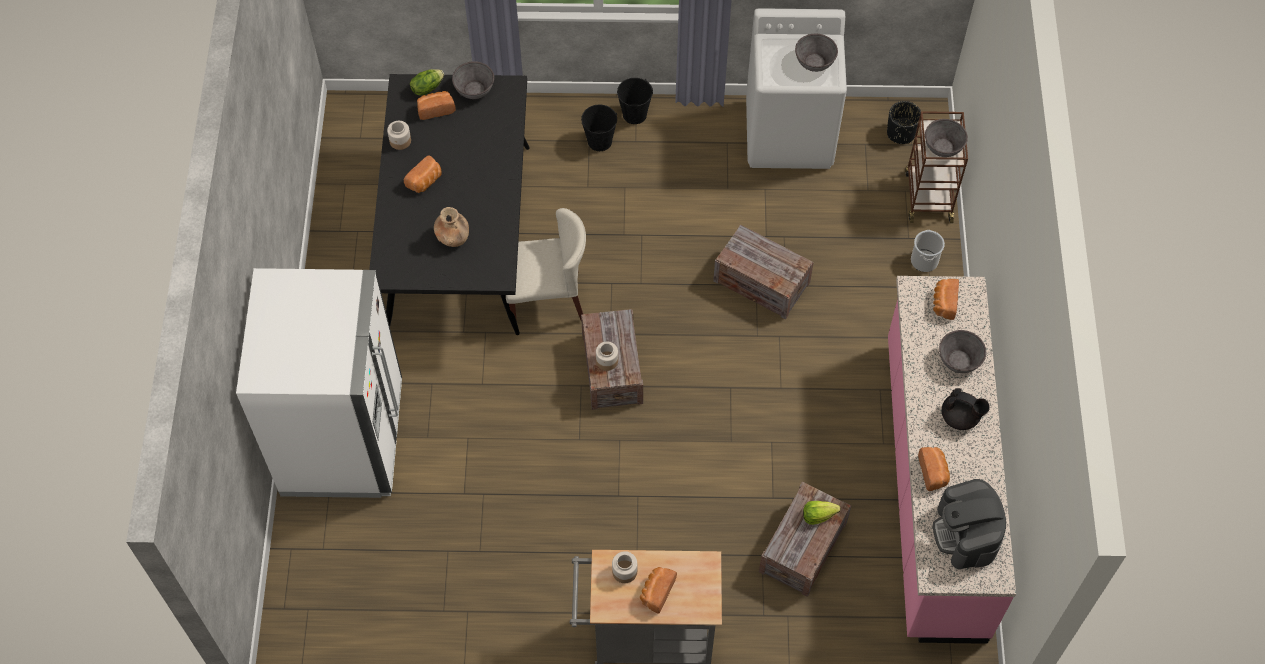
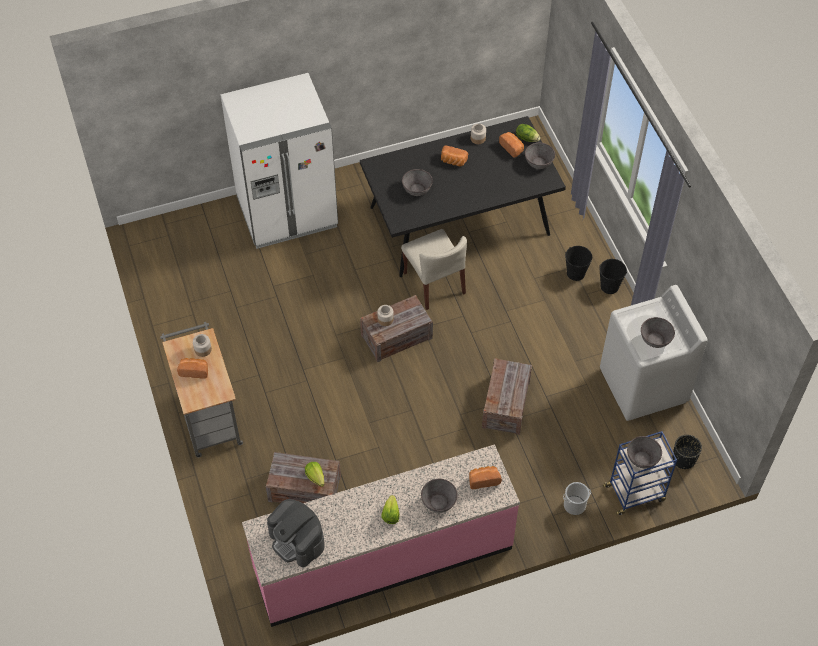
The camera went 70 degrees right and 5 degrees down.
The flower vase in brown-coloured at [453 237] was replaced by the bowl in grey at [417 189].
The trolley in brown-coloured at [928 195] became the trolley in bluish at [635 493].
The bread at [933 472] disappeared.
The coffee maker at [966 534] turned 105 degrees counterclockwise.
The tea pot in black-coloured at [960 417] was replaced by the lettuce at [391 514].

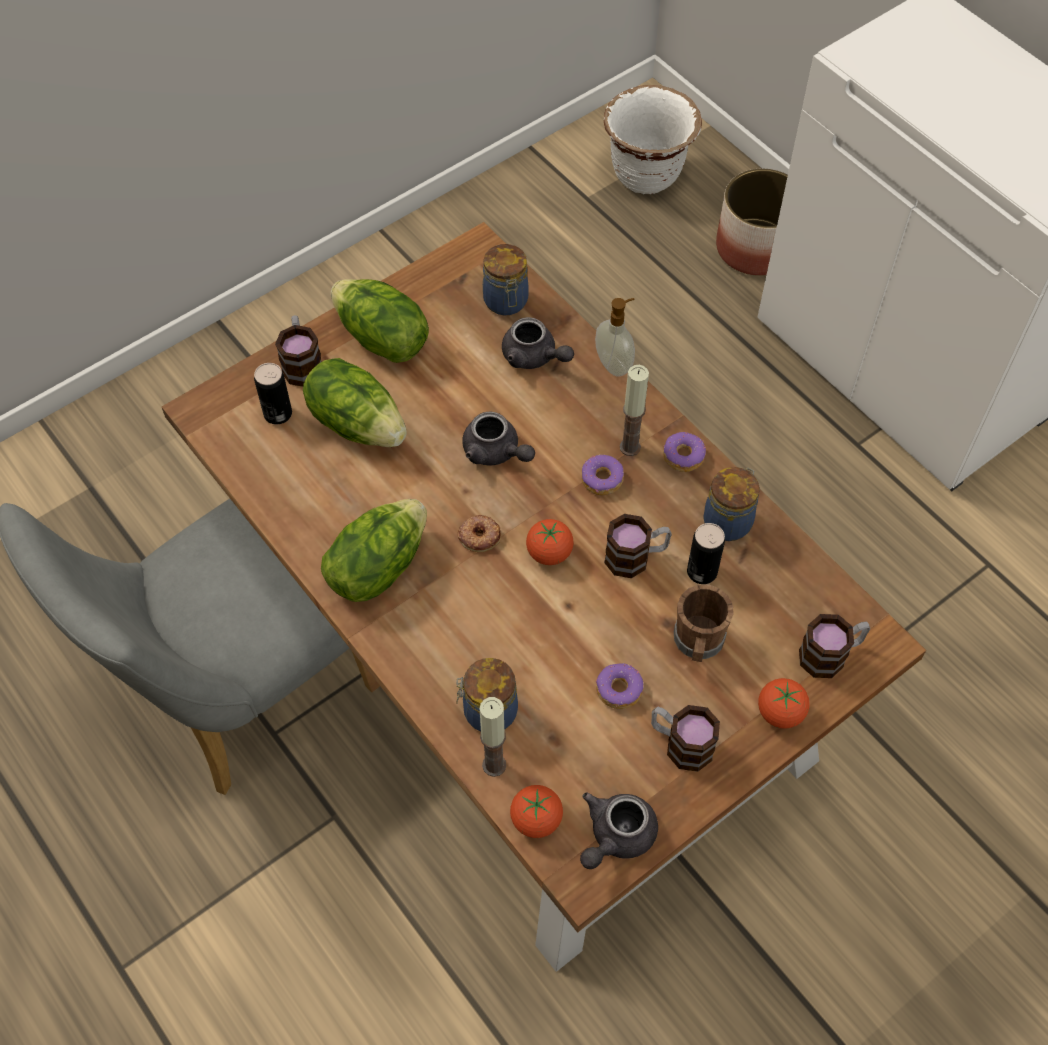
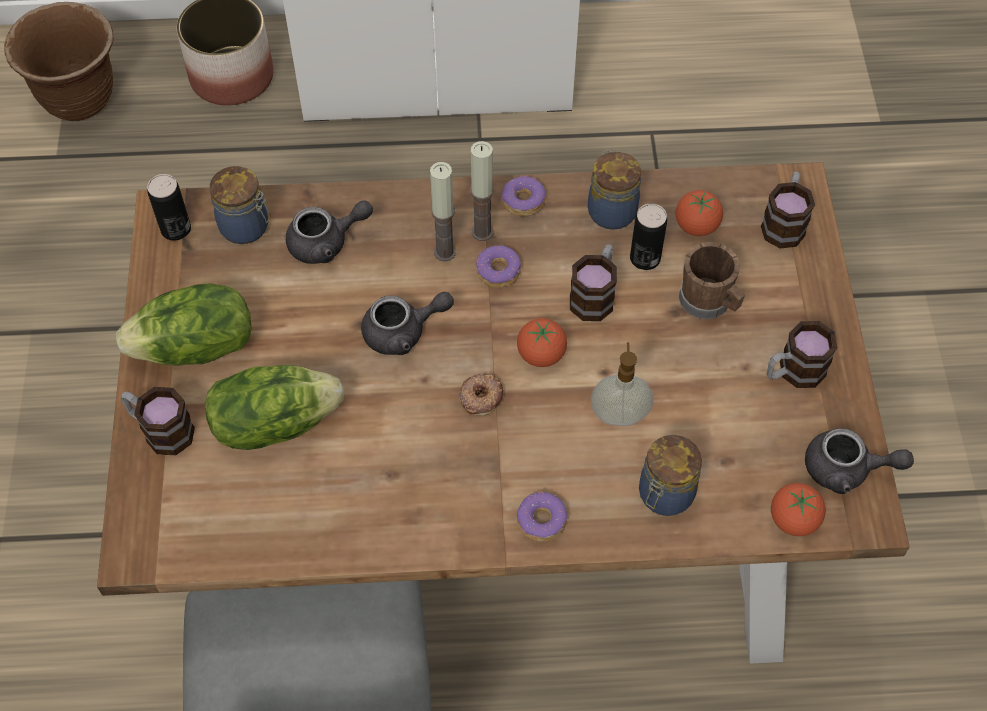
The camera went 55 degrees left and 0 degrees up.
The sealed can moved from [278 414] to [176 229].
The lettuce at [377 567] disappeared.
The wax light moved from [494 765] to [445 252].
The tea pot in grey at [615 836] turned 60 degrees counterclockwise.
The soap bottle moved from [614 364] to [619 415].
The doughnut moved from [618 689] to [541 521].
The planter in white at [647 176] became the planter in brown-coloured at [79 99].
The whole tomato moved from [780 712] to [696 226].

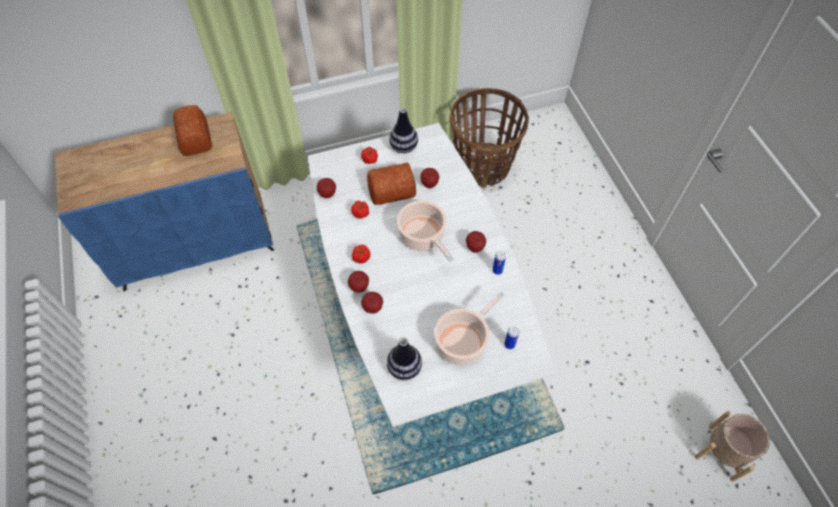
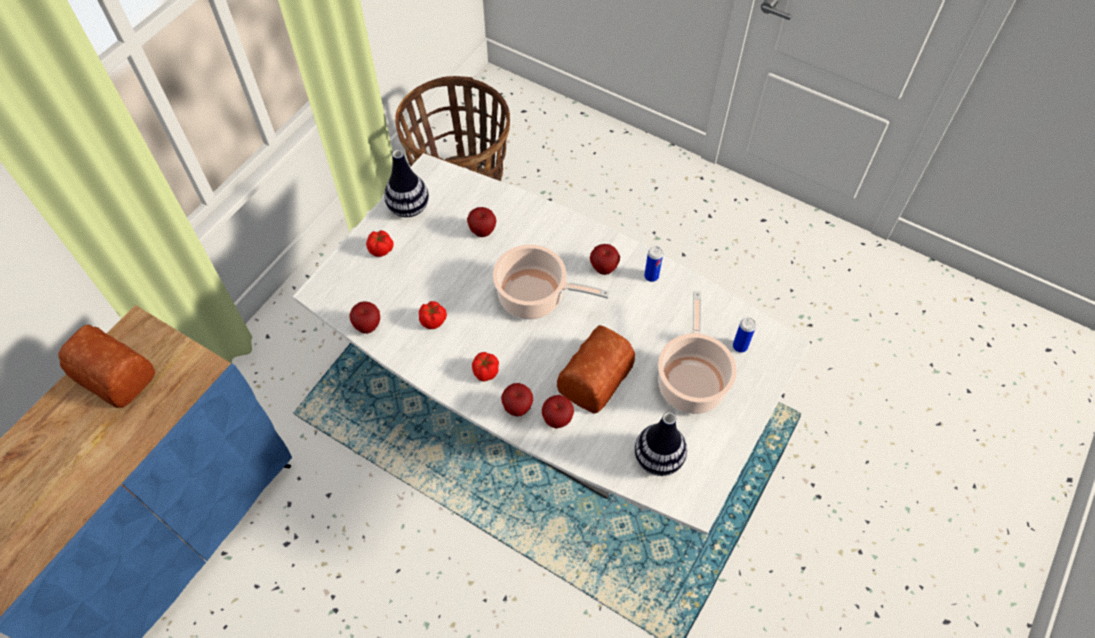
The camera went 40 degrees left and 0 degrees up.
The bread moved from [390 189] to [593 377].
The planter in beige-coloured at [721 452] disappeared.

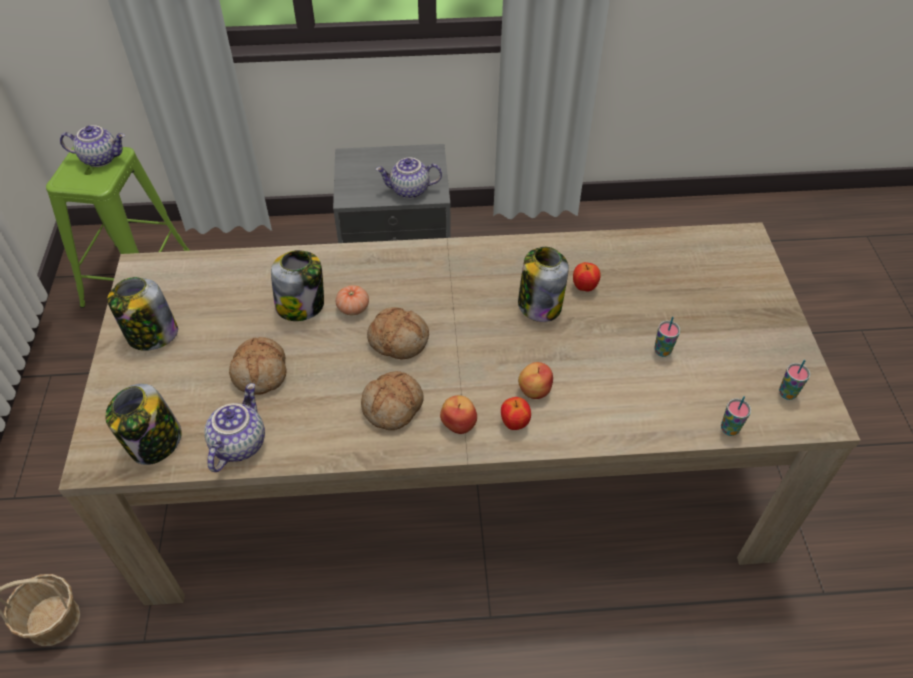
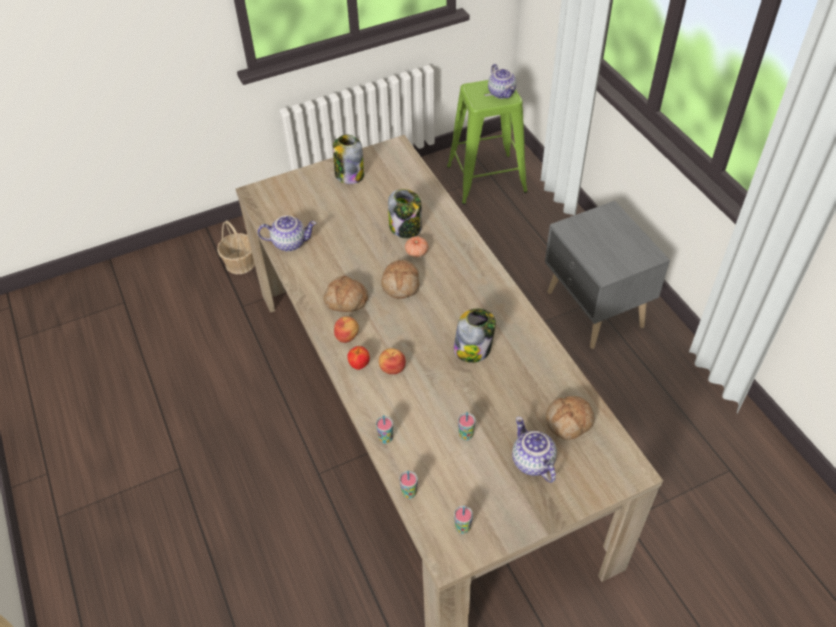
The camera went 70 degrees right and 0 degrees up.
The storage jar at [155 443] disappeared.
The bread moved from [261 372] to [569 422].
The tea pot moved from [409 191] to [531 461].
The apple fruit at [584 287] disappeared.
The drinking cup at [385 438] appeared.

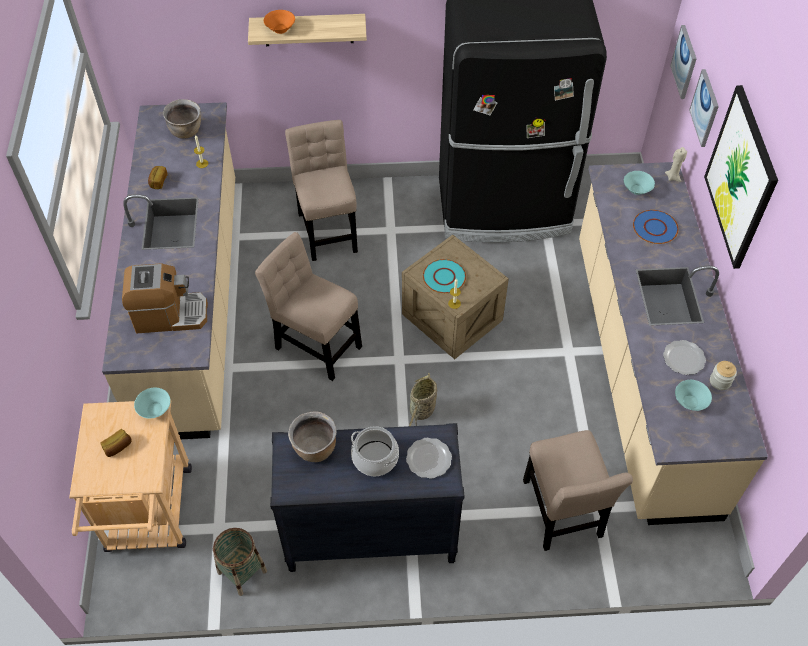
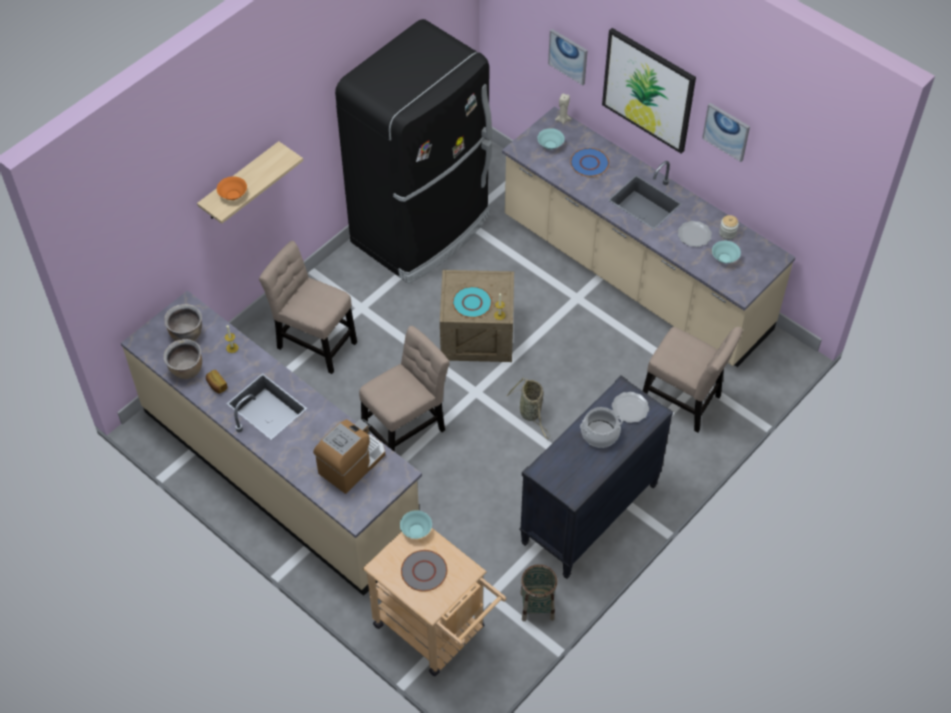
The camera went 45 degrees left and 0 degrees up.
The bread at [118 447] was replaced by the plate in grey at [423 571].
The chair in beige-coloured at [315 344] turned 150 degrees clockwise.
The cooking pot in brown-coloured moved from [315 449] to [186 370].
The wall picture moved from [684 62] to [726 131].

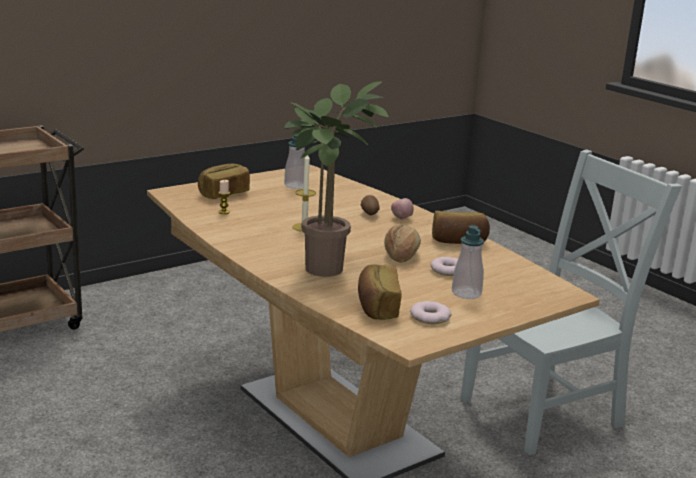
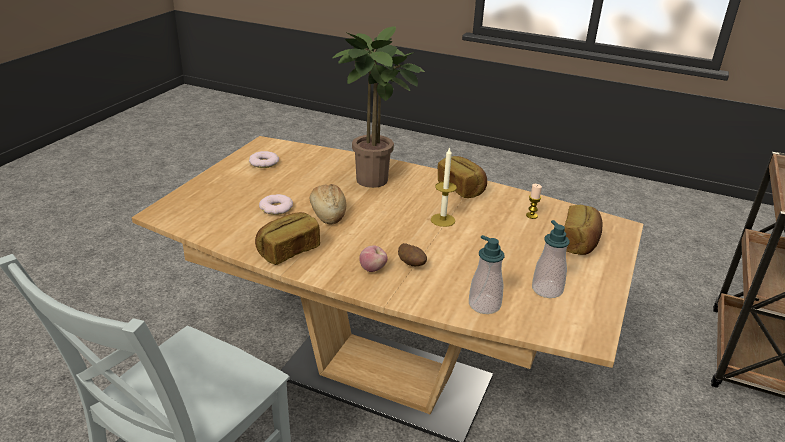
The camera went 150 degrees right and 10 degrees up.
The bread moved from [377 307] to [461 188].
The soap bottle moved from [466 293] to [484 305].

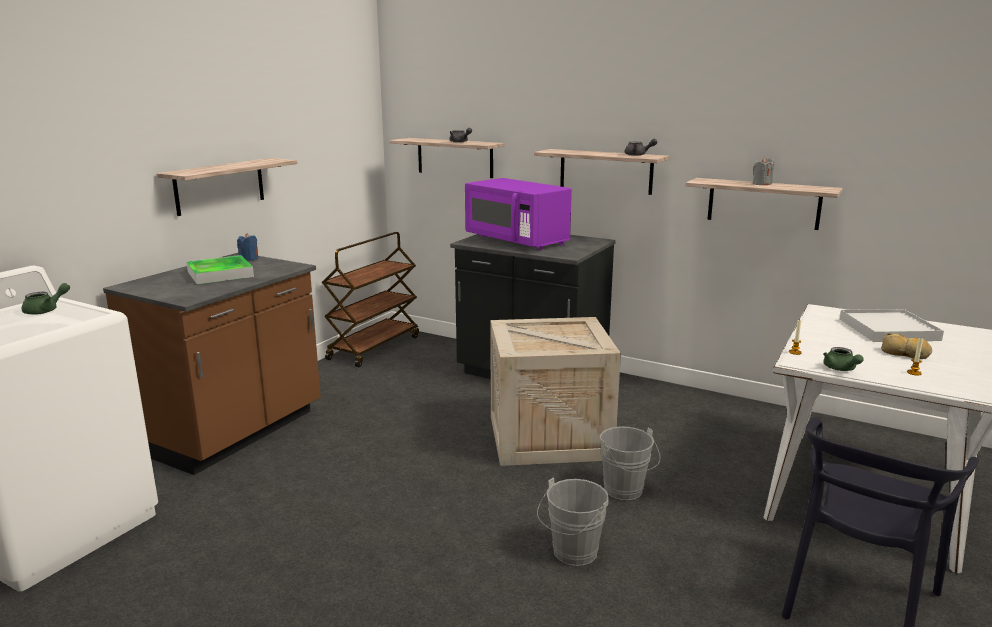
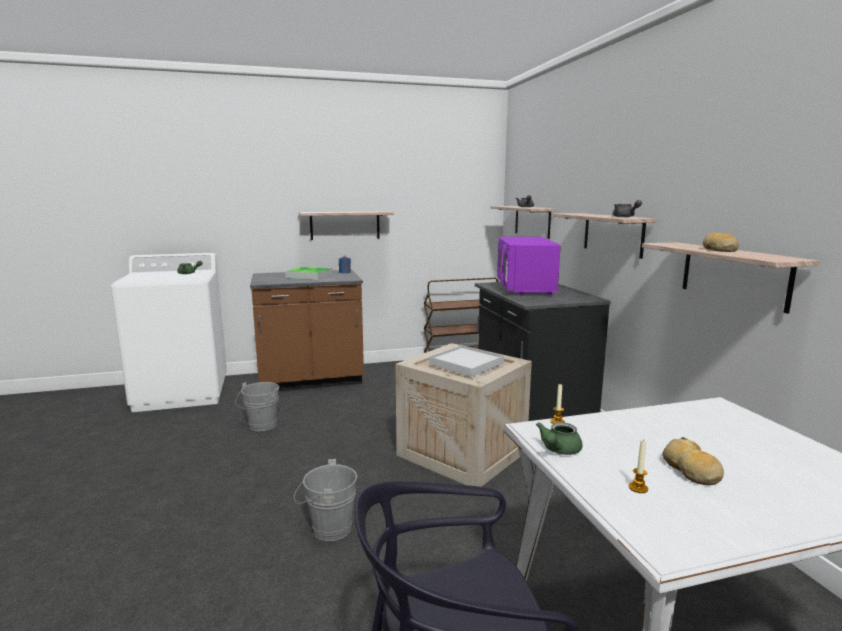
The camera went 45 degrees right and 5 degrees down.
The bucket in grey moved from [625 492] to [260 426].
The wax light in grey at [762 184] was replaced by the bread at [719 250].
The carrying tray in white moved from [888 329] to [466 364].

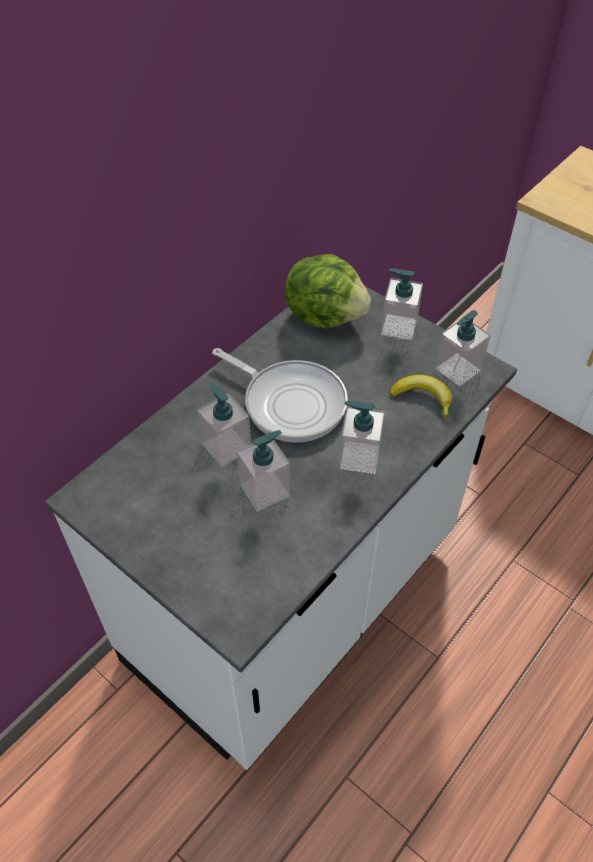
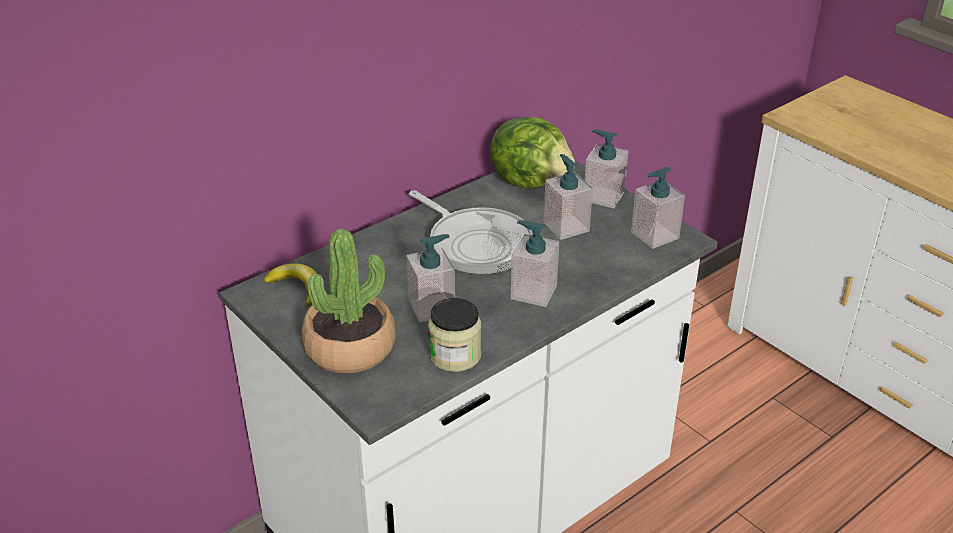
The camera went 10 degrees right and 15 degrees down.
The soap bottle moved from [226 446] to [566 227].
The banana moved from [423 398] to [297 288].
The potted plant at [350 347] appeared.
The storage jar at [455 355] appeared.

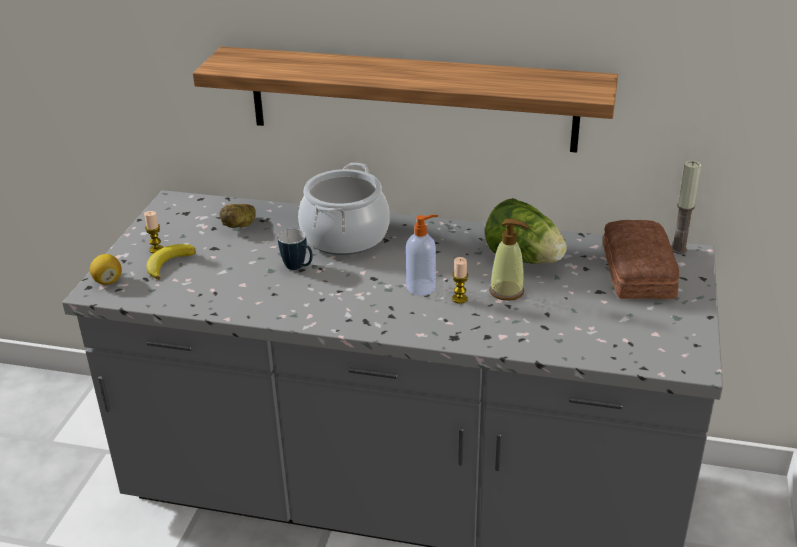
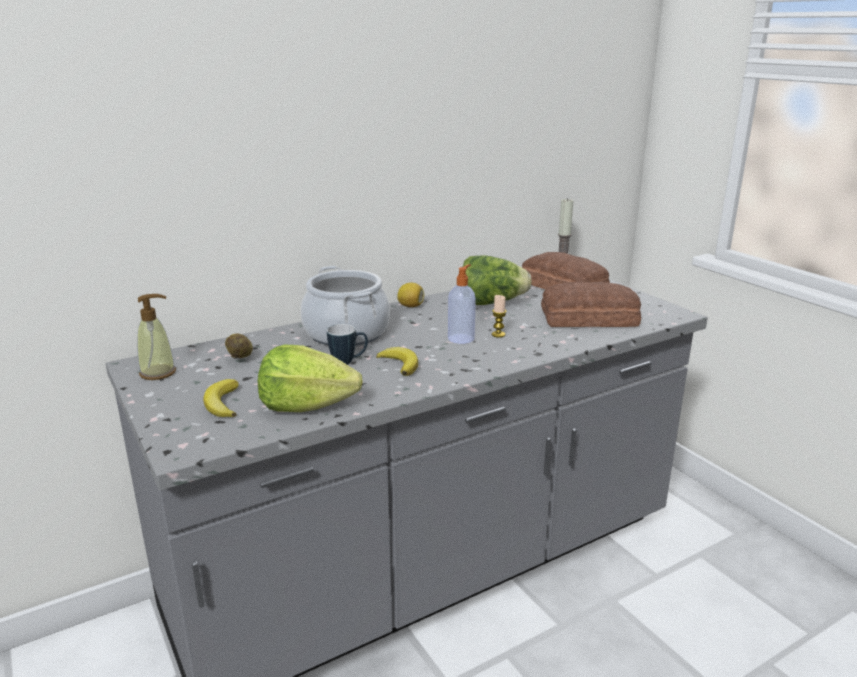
The camera went 45 degrees left and 10 degrees down.
The whole lemon moved from [108 281] to [411 306].
The wax light at [156 249] disappeared.
The bracket shelf at [411 99] disappeared.
The soap bottle moved from [507 291] to [158 373].
The lettuce at [306 406] appeared.
The banana at [400 364] appeared.
The bread at [590 319] appeared.

